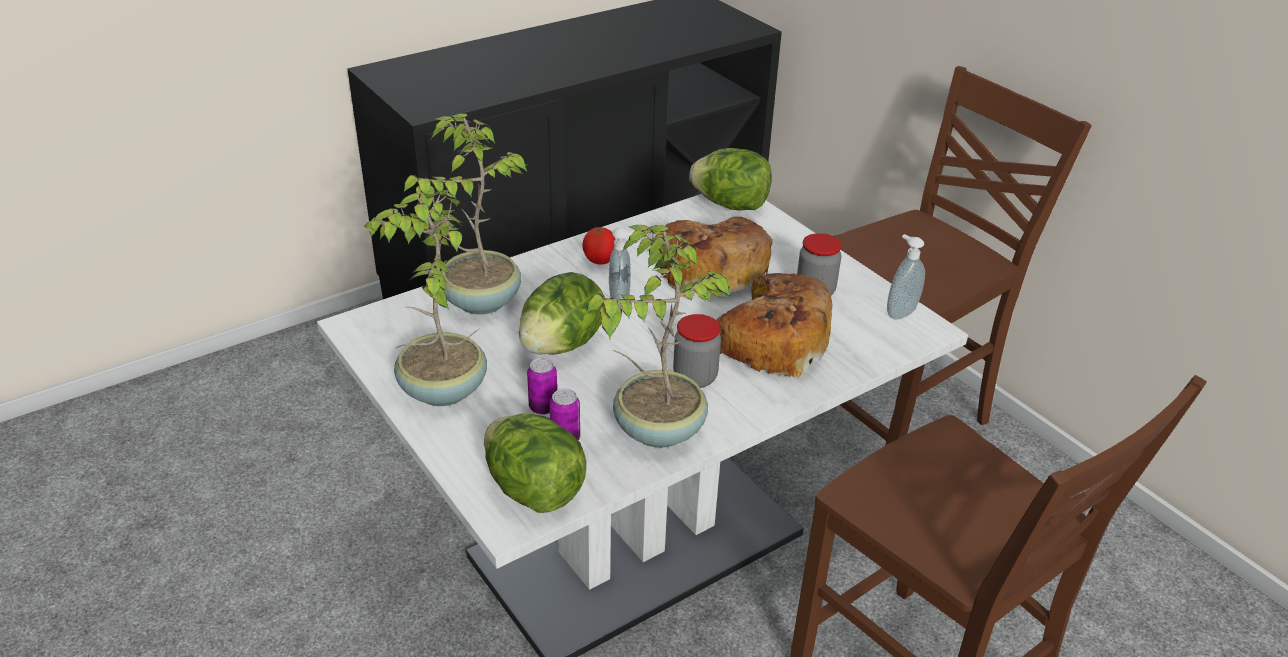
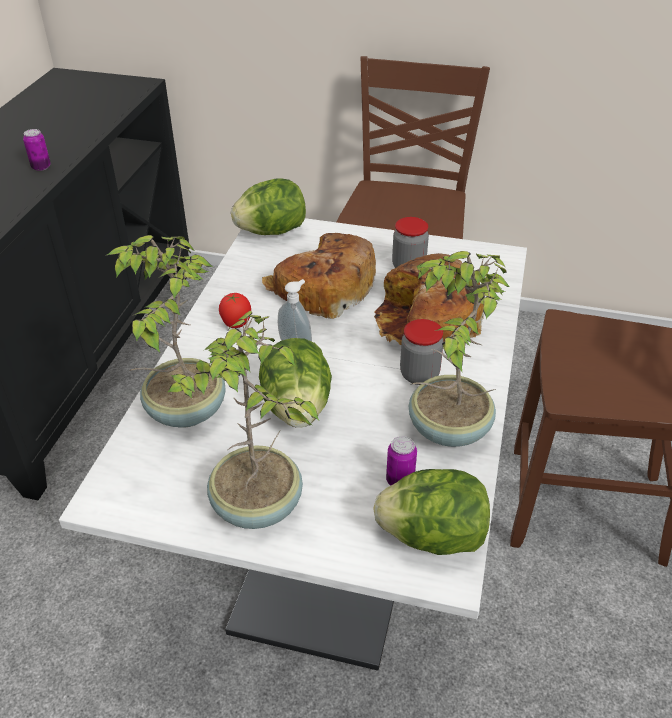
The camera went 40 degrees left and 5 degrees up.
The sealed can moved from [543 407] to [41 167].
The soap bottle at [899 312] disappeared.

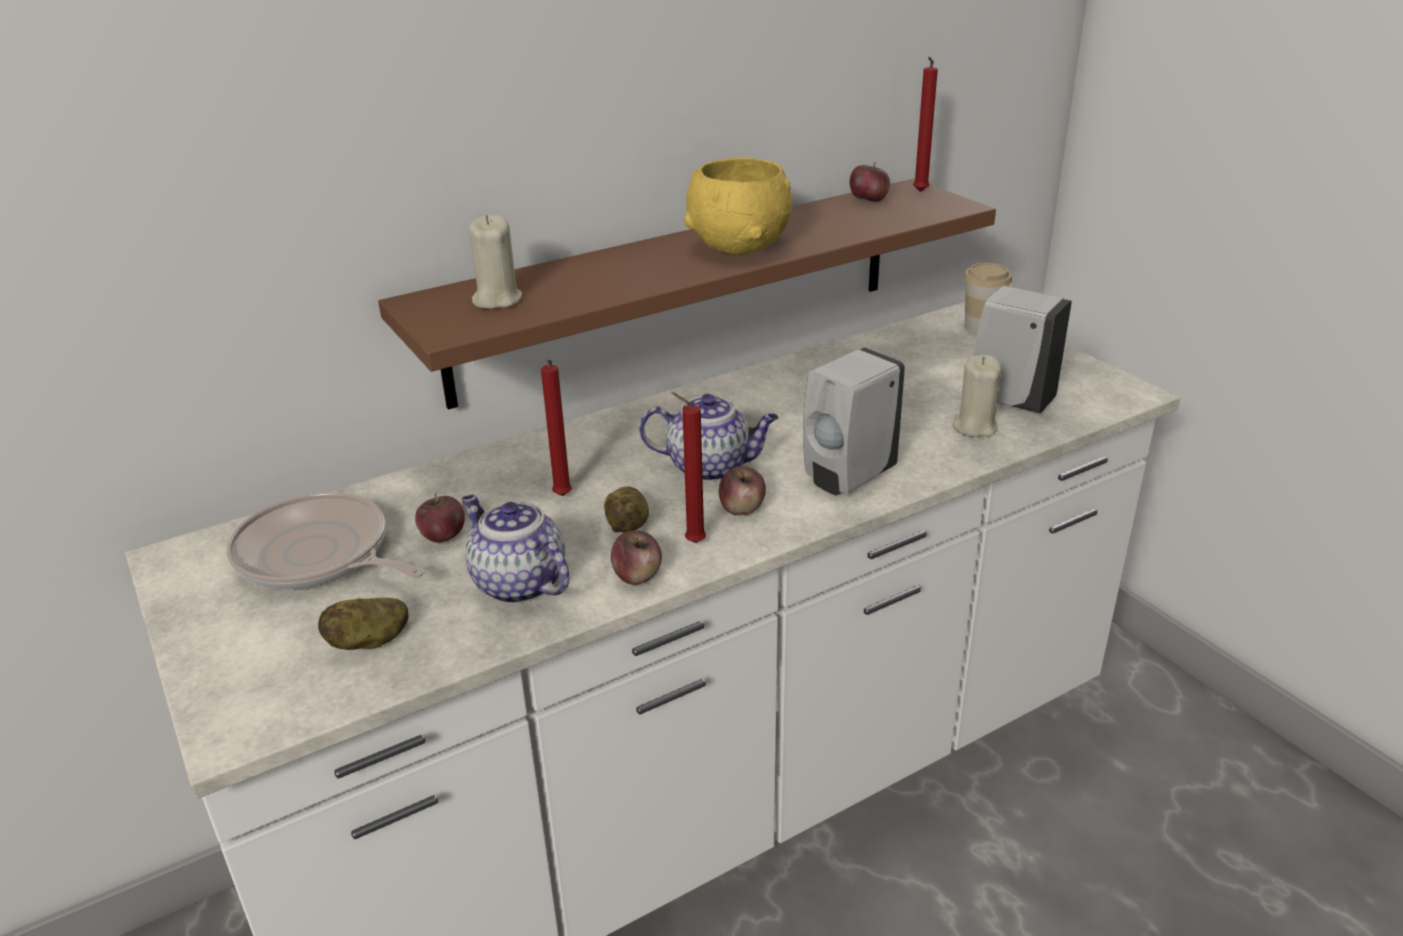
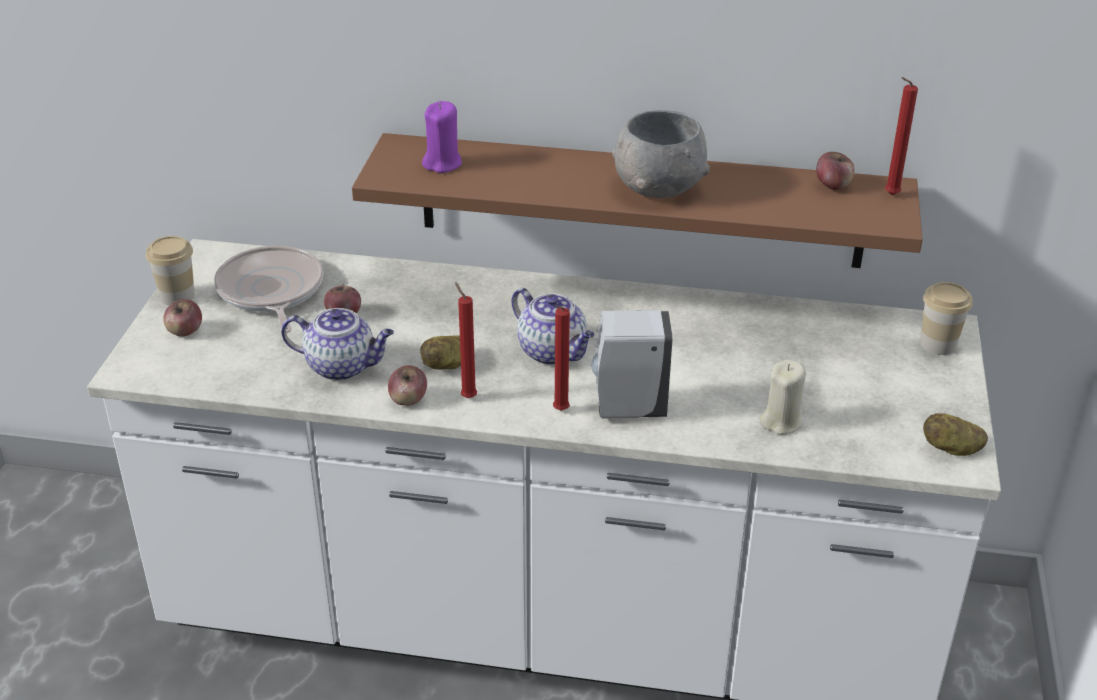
The camera went 40 degrees right and 5 degrees up.
The whole potato moved from [370 642] to [951 449].
The tea pot at [517 583] turned 105 degrees clockwise.
The wax light in beige-coloured at [497 299] became the wax light in purple-coloured at [442 163].
The wax light in red-coloured moved from [562 497] to [559 412].
The bowl in yellowish at [737 247] became the bowl in grey at [657 187].
The apple fruit moved from [742 509] to [185 331].
The soap bottle in white at [1009 400] disappeared.
The drinking cup at [177 296] appeared.

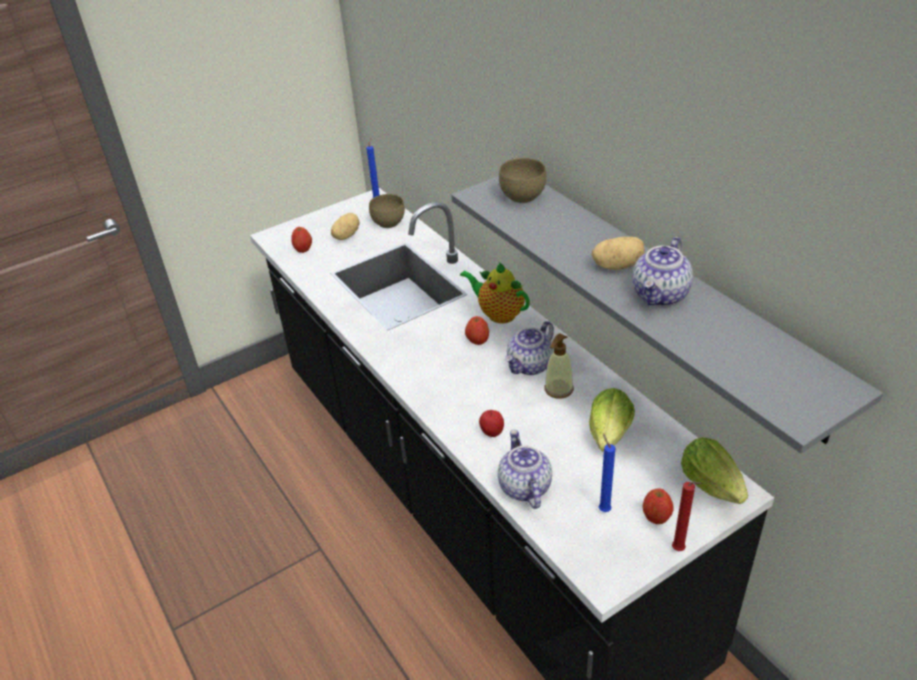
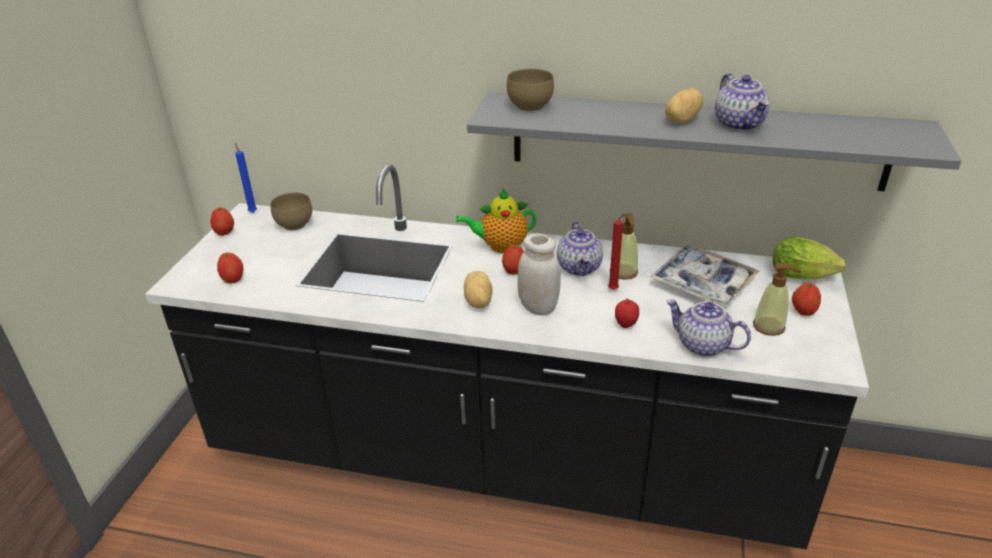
The camera went 45 degrees left and 5 degrees down.
The whole potato moved from [345 236] to [477 302].
The lettuce at [608 437] was replaced by the carrying tray at [702 283].
The wax light in bluish at [603 509] was replaced by the soap bottle at [769 326].
The wax light in red-coloured moved from [680 550] to [615 289].
The apple fruit at [224 233] appeared.
The storage jar in white at [538 307] appeared.

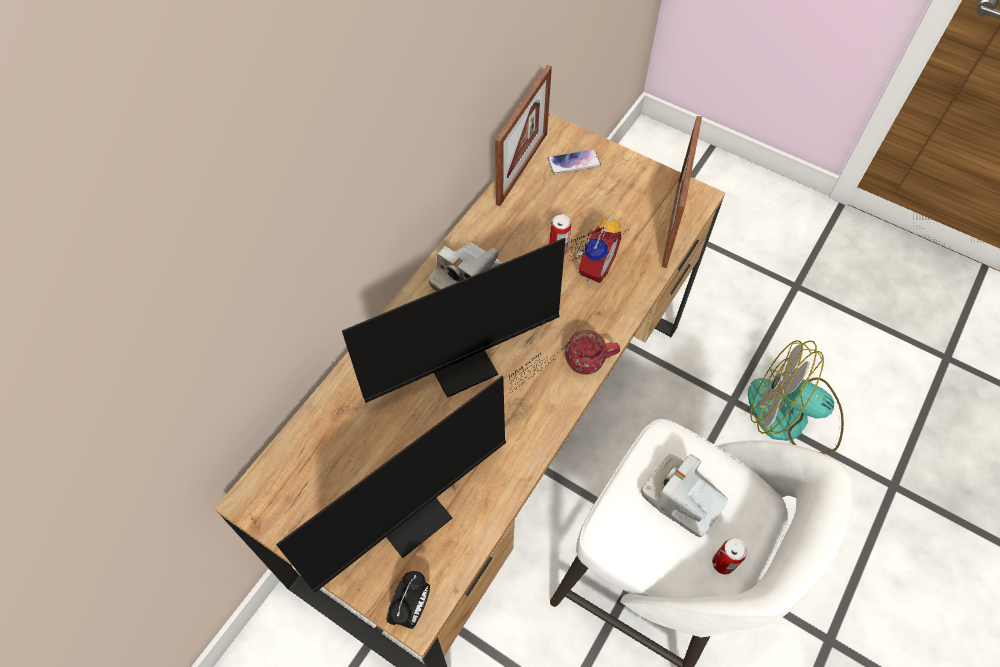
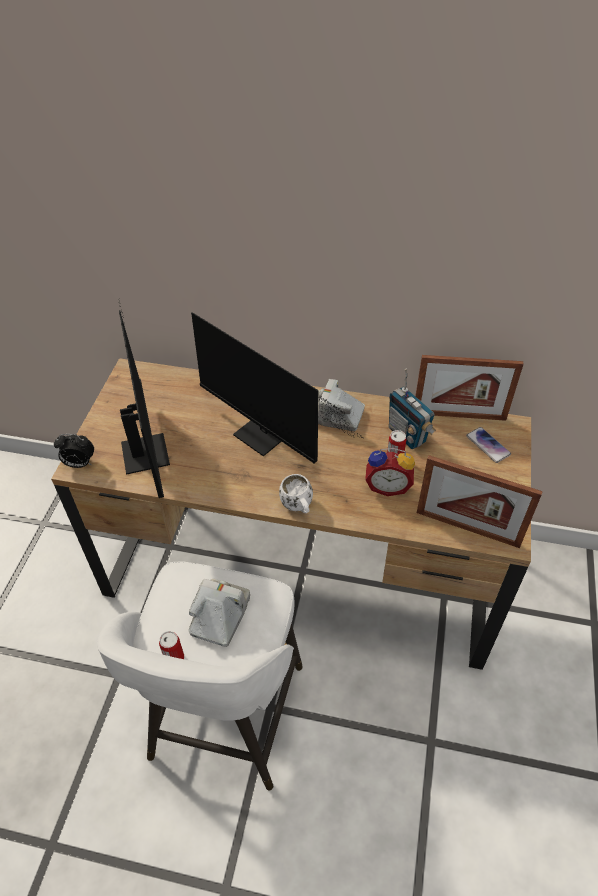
The camera went 70 degrees right and 10 degrees down.
The computer screen at [420 509] turned 135 degrees counterclockwise.
The mug in red-coloured at [590 362] became the mug in white at [298 507].
The picture frame at [672 223] turned 150 degrees counterclockwise.
The cooling fan at [791 417] disappeared.
The radio at [407 435] appeared.

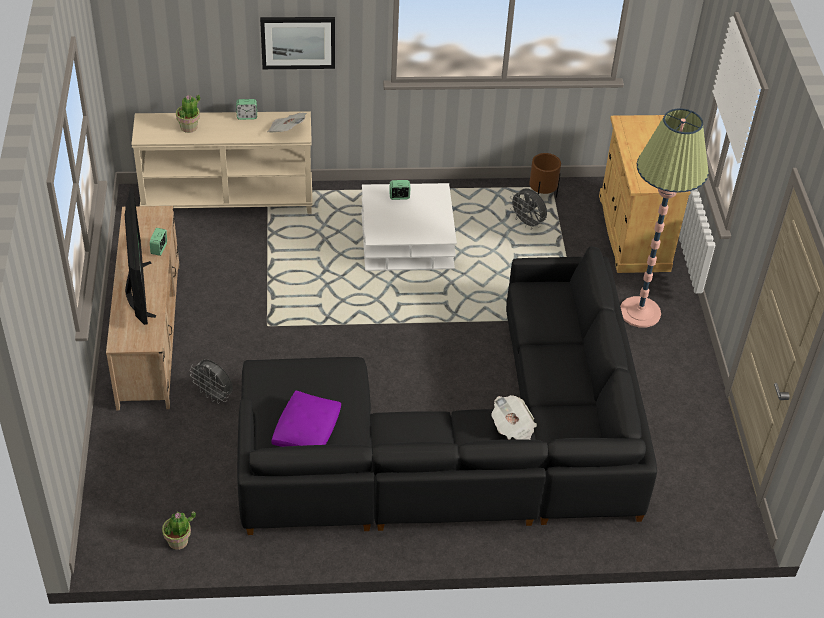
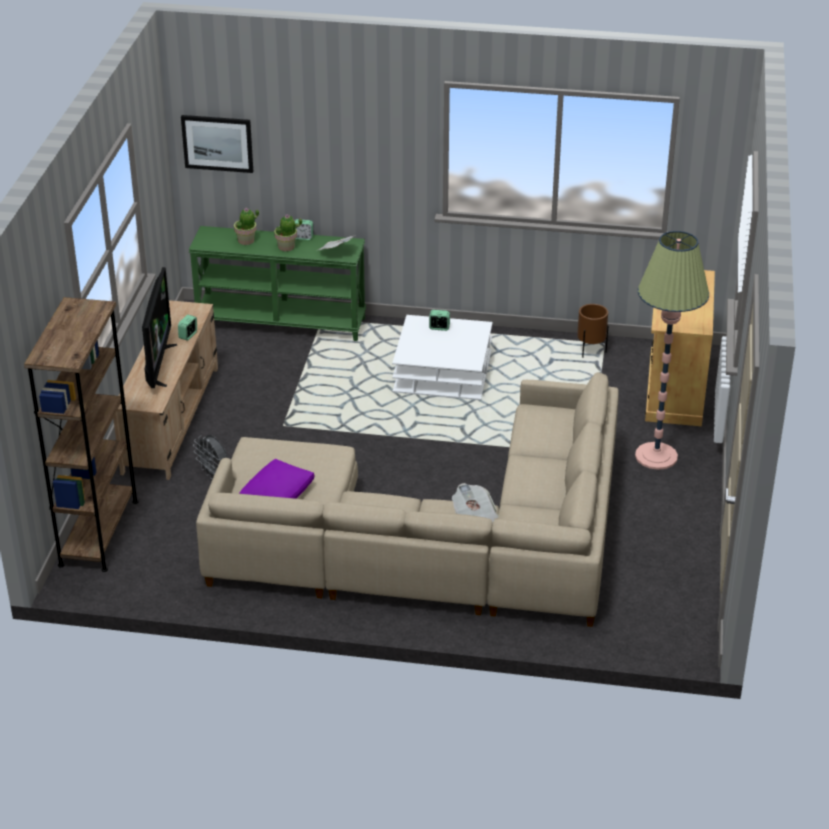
The camera went 15 degrees right and 10 degrees down.
The hall table in beige-coloured at [228 200] became the hall table in green-coloured at [282 322].
The potted plant moved from [178 541] to [286 247].
The couch in black-coloured at [458 445] became the couch in beige-coloured at [433 542].
The wall picture moved from [298 42] to [217 143].
The cooling fan in grey at [527 223] disappeared.
The shelving unit in brown-coloured at [99 533] appeared.

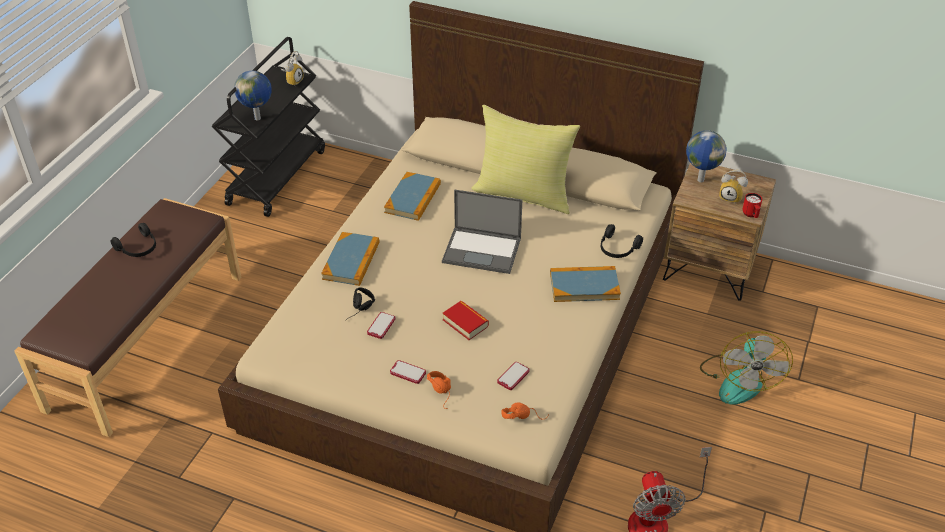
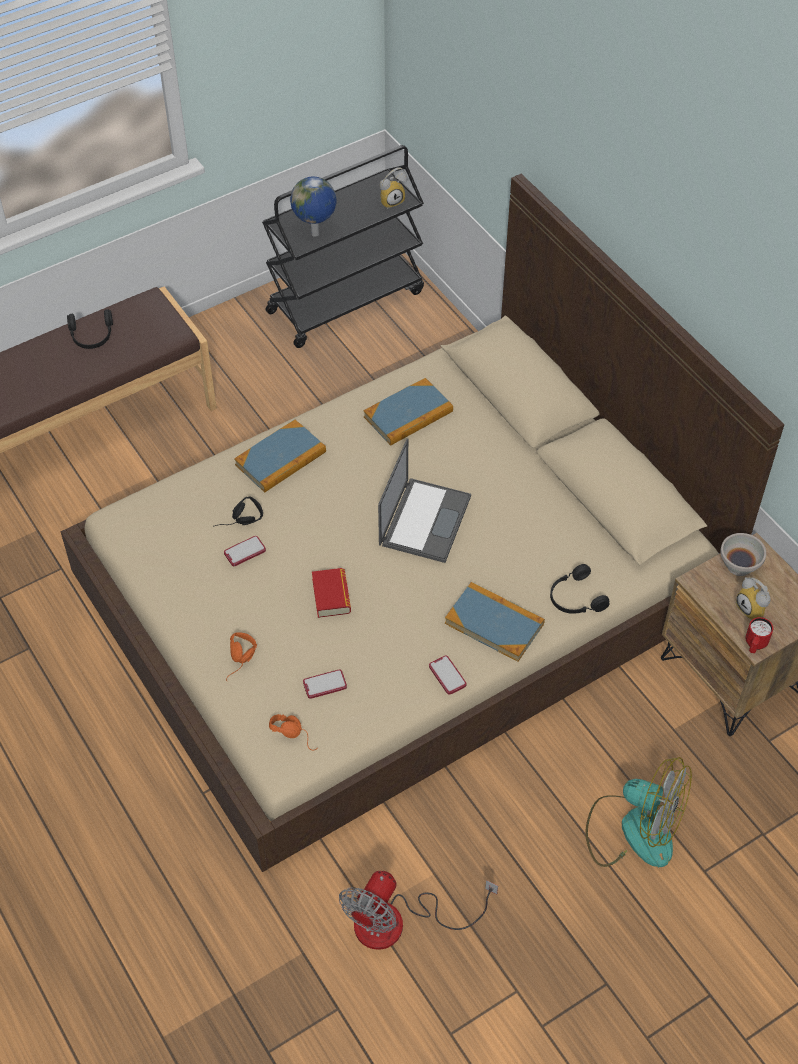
The camera went 35 degrees right and 10 degrees up.
The phone moved from [408 373] to [447 675].
The laptop at [483 250] turned 120 degrees counterclockwise.
The cushion in yellowish at [524 194] disappeared.
The world globe at [700 180] was replaced by the bowl in white at [739 565].
The cooling fan at [739 379] turned 105 degrees counterclockwise.

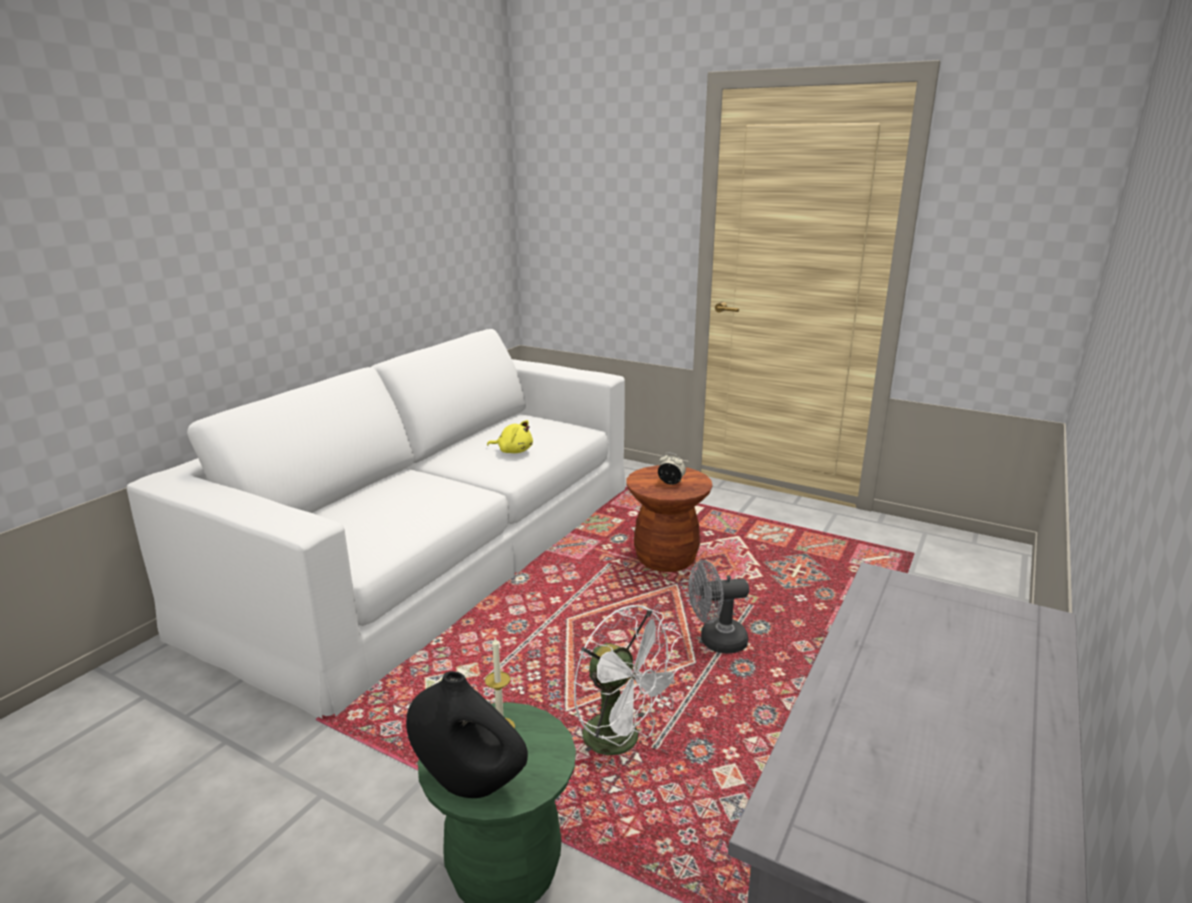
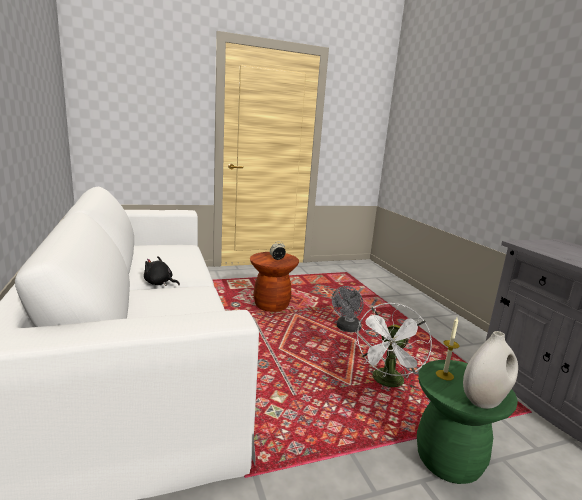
The camera went 50 degrees left and 5 degrees down.
The flower vase in black-coloured at [469 782] became the flower vase in white at [484 400].
The plush toy in yellowish at [513 451] disappeared.
The cooling fan in white at [622 742] turned 120 degrees clockwise.
The plush toy in black-coloured at [159 283] appeared.

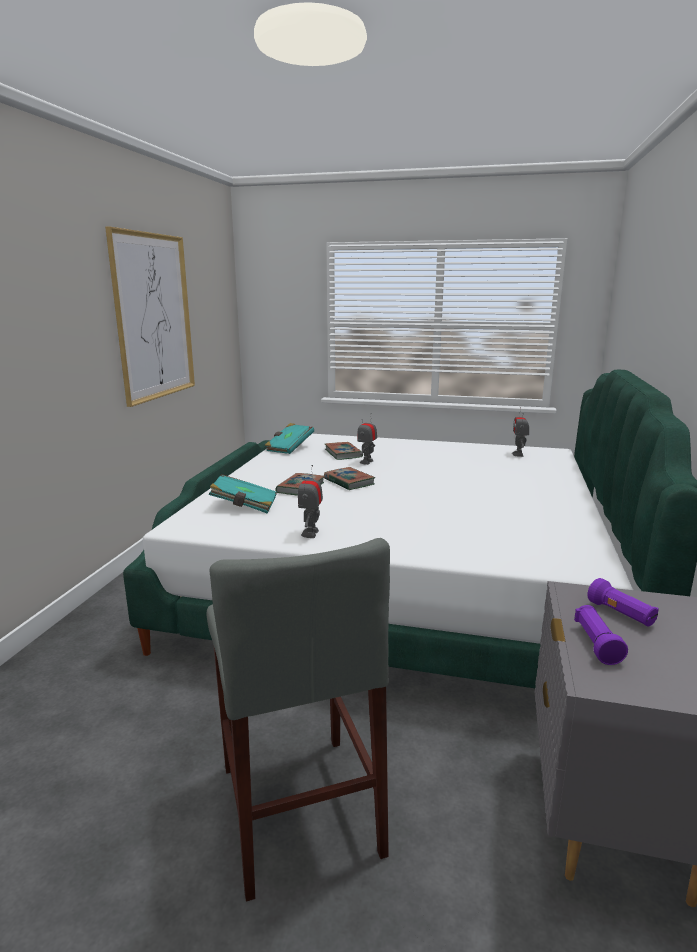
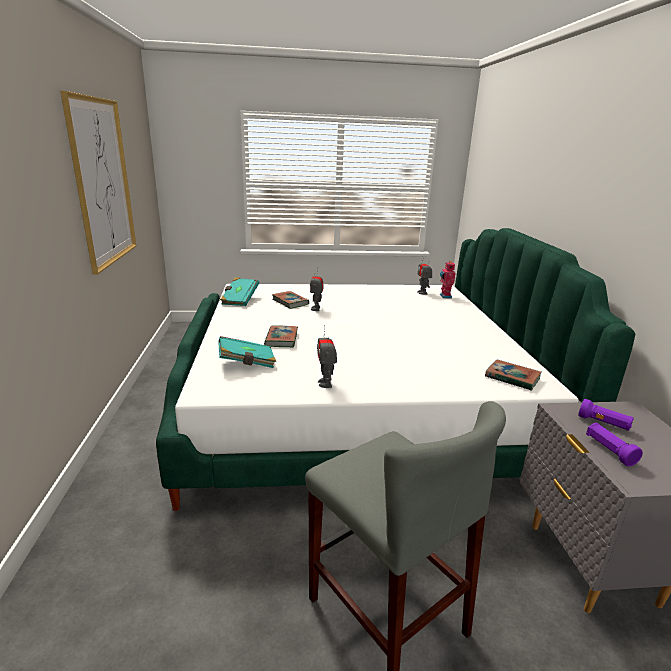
The camera went 20 degrees left and 5 degrees up.
The book moved from [349 482] to [512 378].
The model robot at [444 296] appeared.

